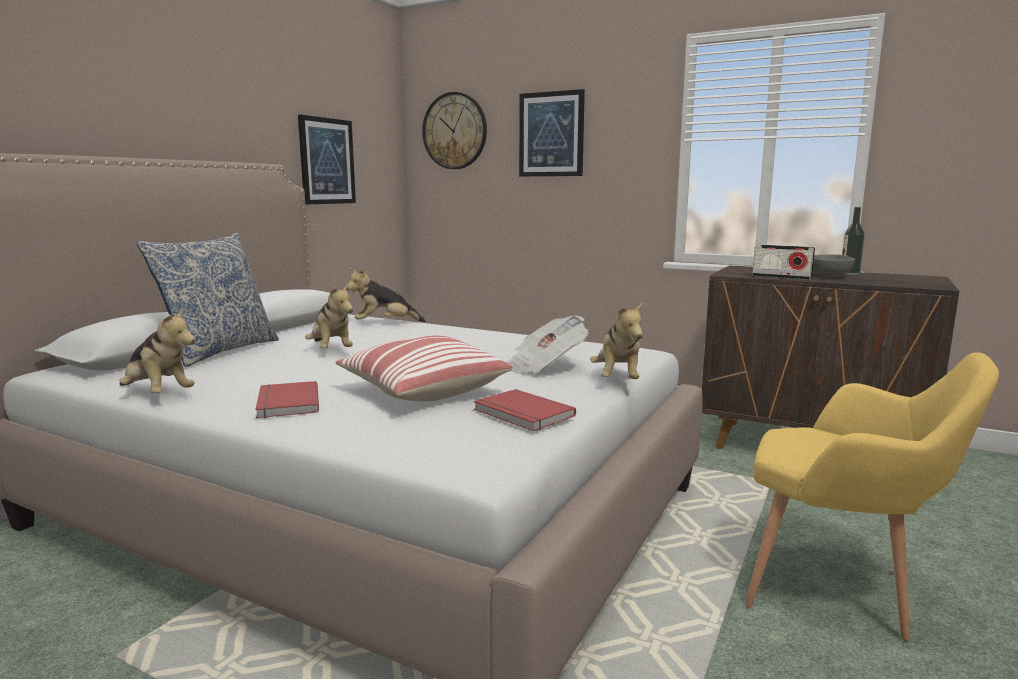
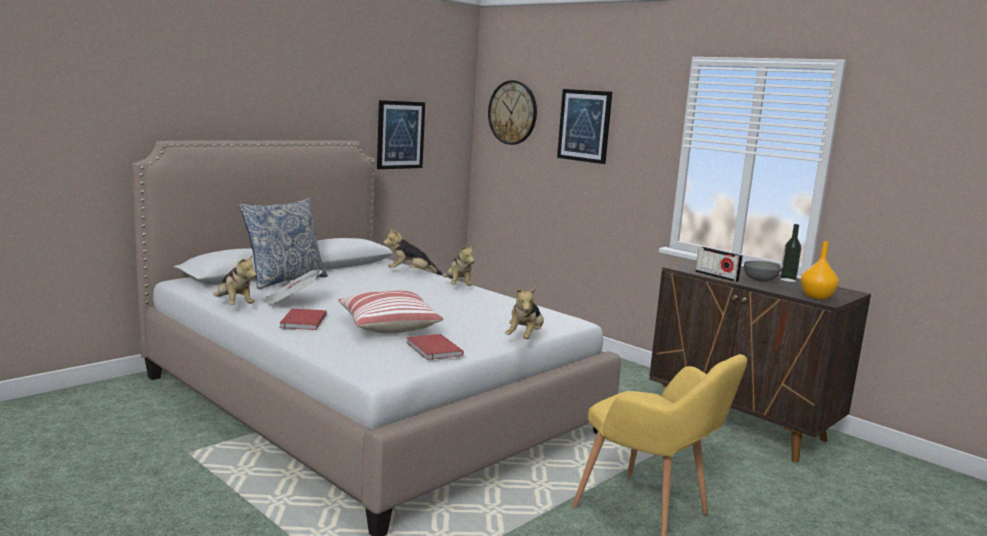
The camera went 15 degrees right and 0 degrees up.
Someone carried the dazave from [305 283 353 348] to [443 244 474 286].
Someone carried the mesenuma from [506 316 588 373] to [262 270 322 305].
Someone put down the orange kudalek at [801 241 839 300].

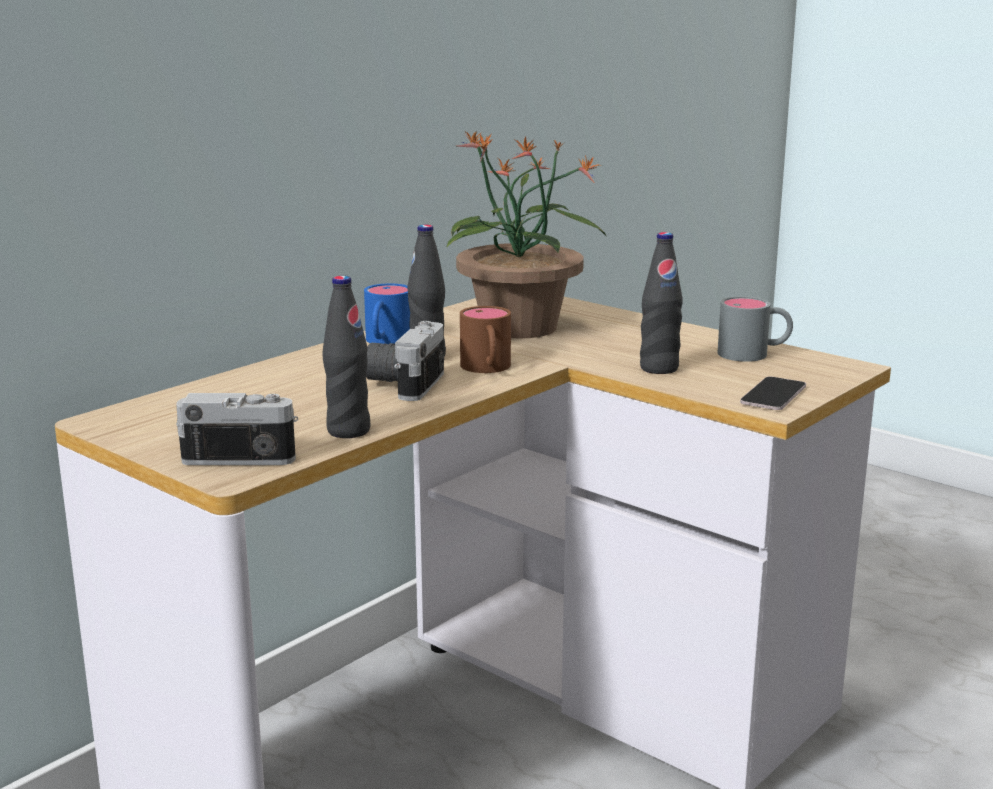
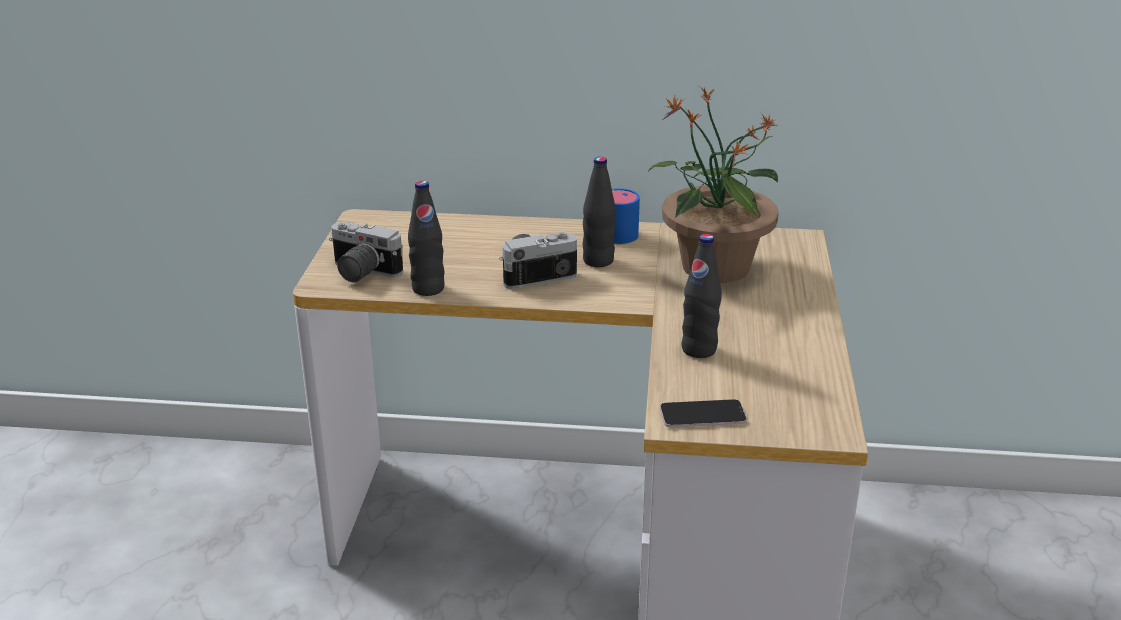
The camera went 55 degrees right and 10 degrees up.
Someone took away the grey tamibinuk at [718 296 793 362].
Someone took away the brown tamibinuk at [460 306 511 373].
Someone rotated the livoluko at [176 393 298 465] by 150 degrees clockwise.

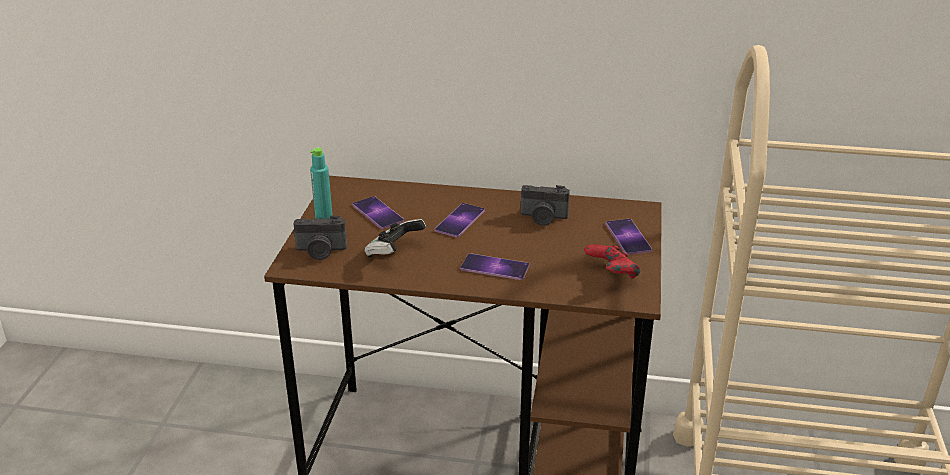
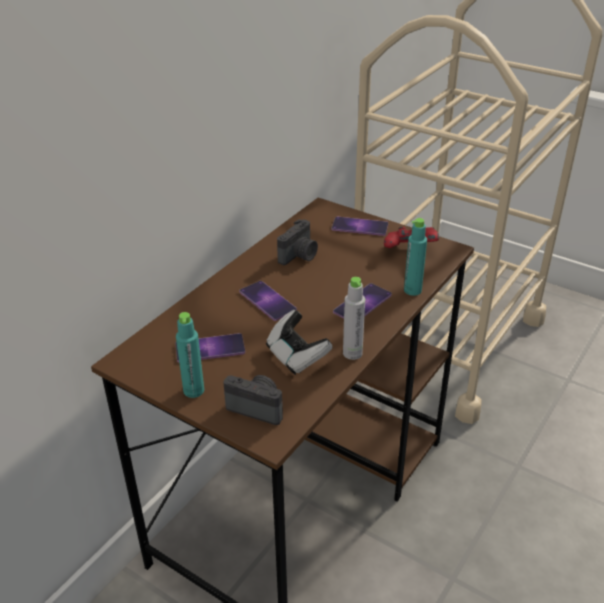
The camera went 65 degrees left and 5 degrees up.
Someone rotated the livoluko at [293 216 347 260] by 90 degrees counterclockwise.
Someone put down the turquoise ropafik at [404 218 427 296].
Someone put down the grey ropafik at [343 277 365 360].

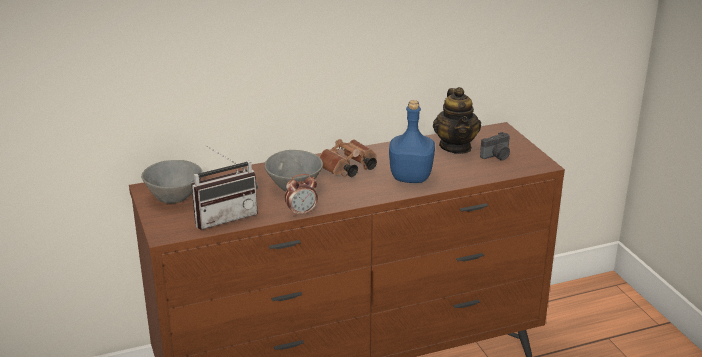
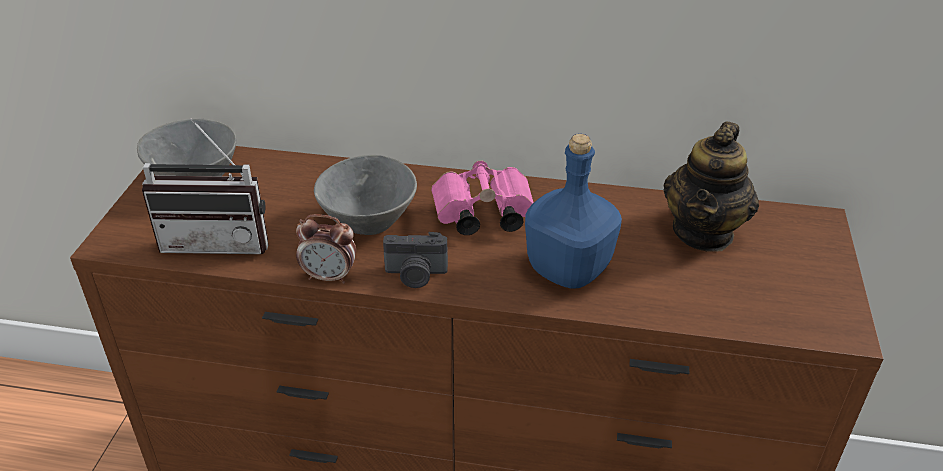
The camera went 30 degrees right and 10 degrees up.
Someone carried the livoluko from [480 132 510 161] to [383 232 448 288].
Someone repainted the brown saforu at [319 139 377 177], which became the pink saforu at [431 160 534 235].

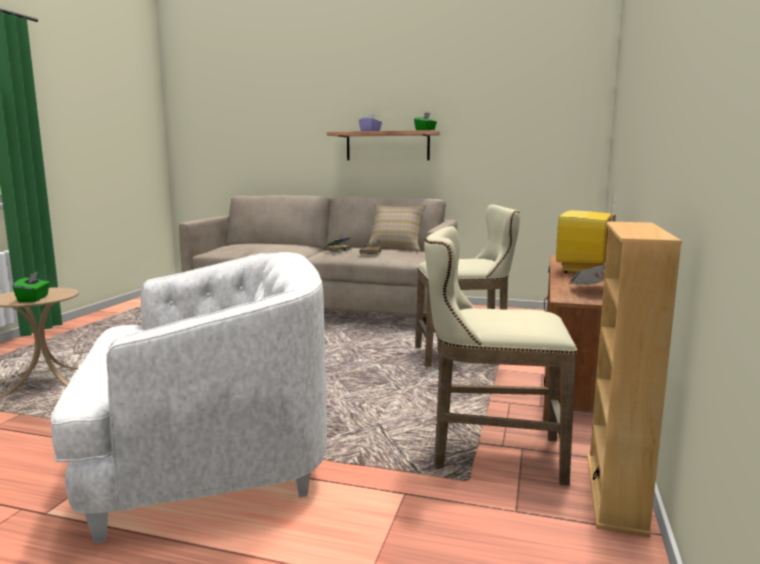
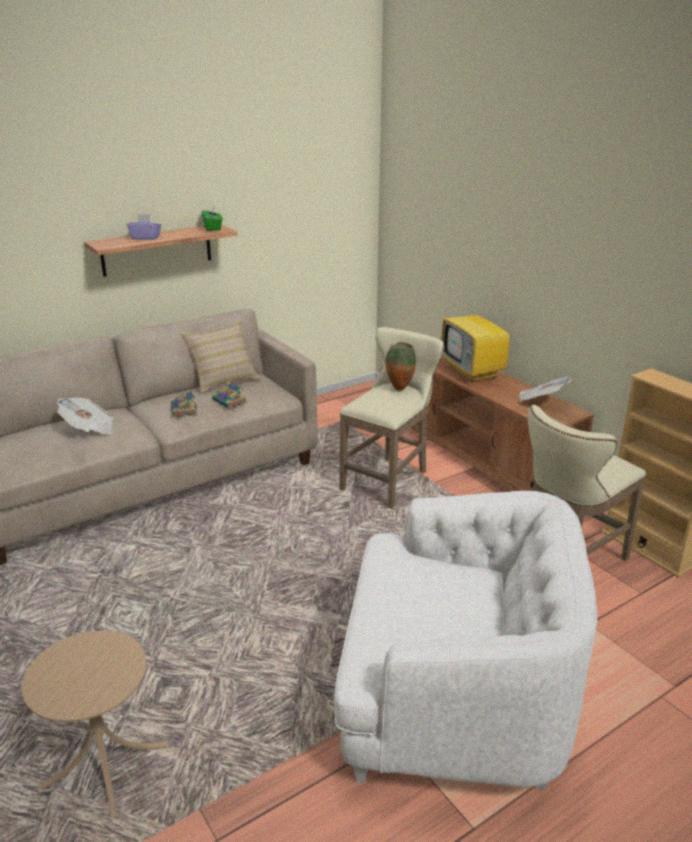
The camera went 50 degrees left and 15 degrees up.
Someone rotated the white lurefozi at [51 252 327 544] by 75 degrees clockwise.
Someone took away the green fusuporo at [12 272 50 302].
Someone put down the kudalek at [386 342 416 391].
Someone put down the mesenuma at [57 397 114 435].

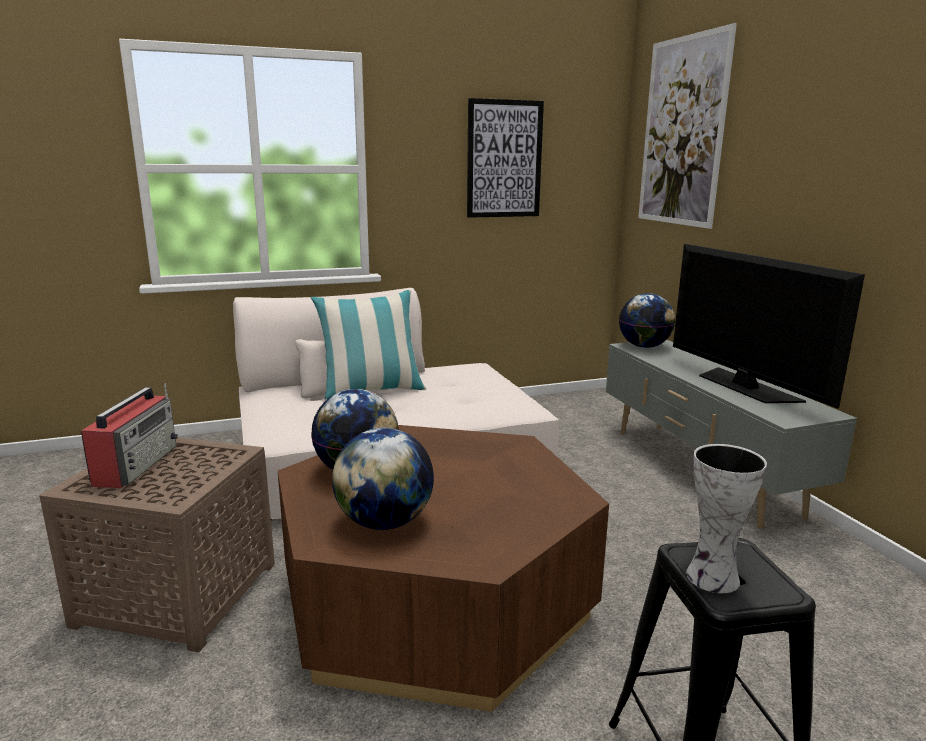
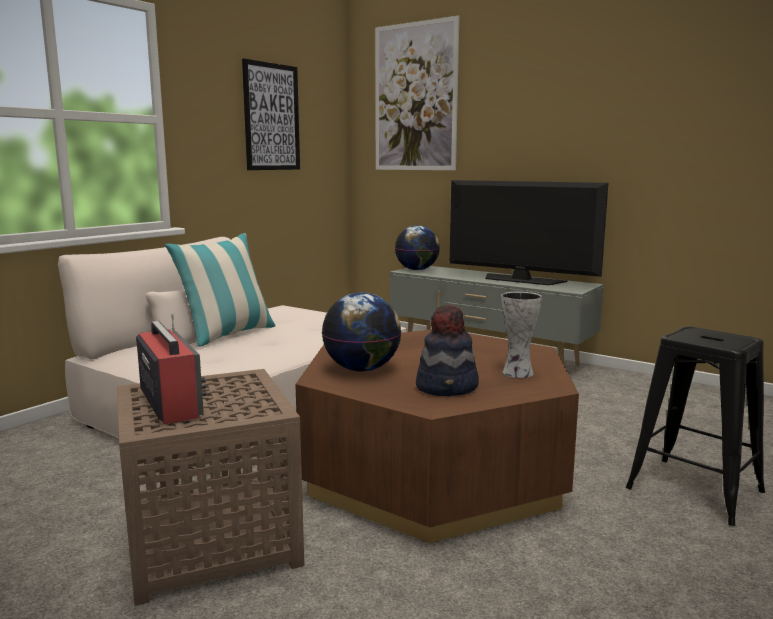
The camera went 35 degrees left and 5 degrees down.
Someone swapped the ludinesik at [332 428 434 530] for the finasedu at [416 305 479 396].
Someone carried the kudalek from [686 444 767 593] to [501 292 542 378].

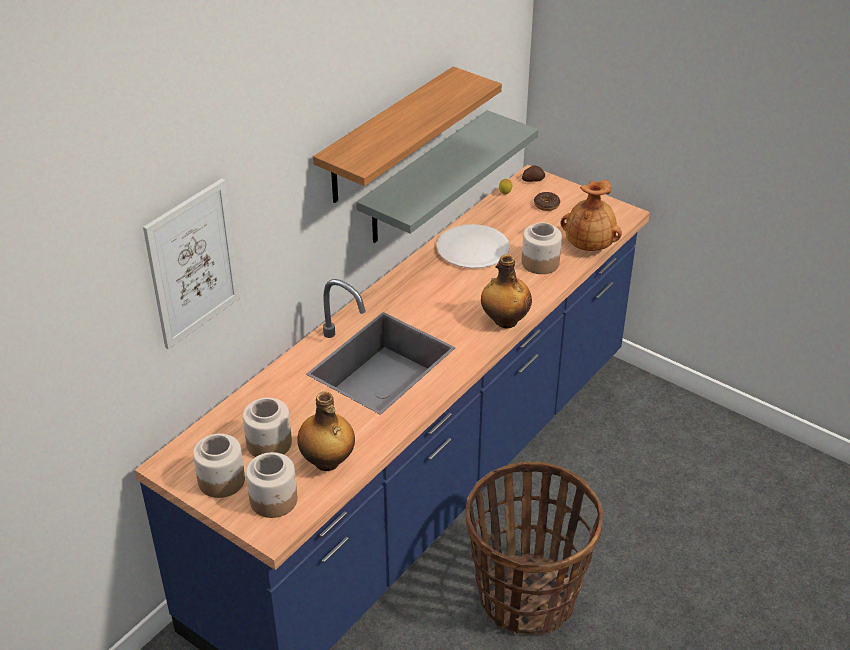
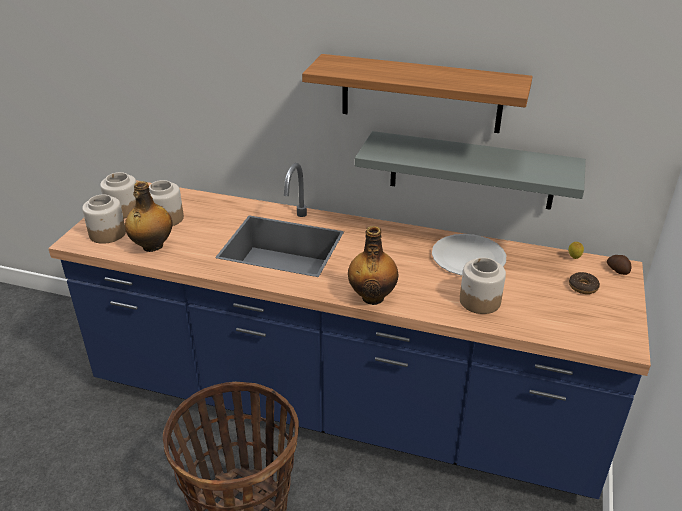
The camera went 70 degrees right and 5 degrees down.
Someone took away the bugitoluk at [143 179 240 349].
Someone took away the brown kudalek at [561 180 622 251].

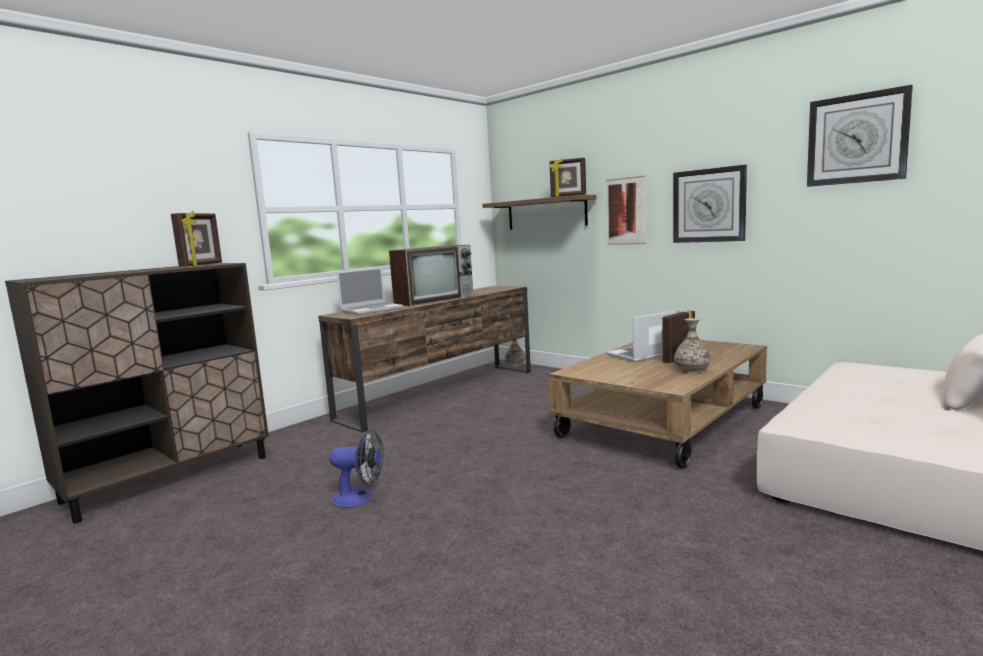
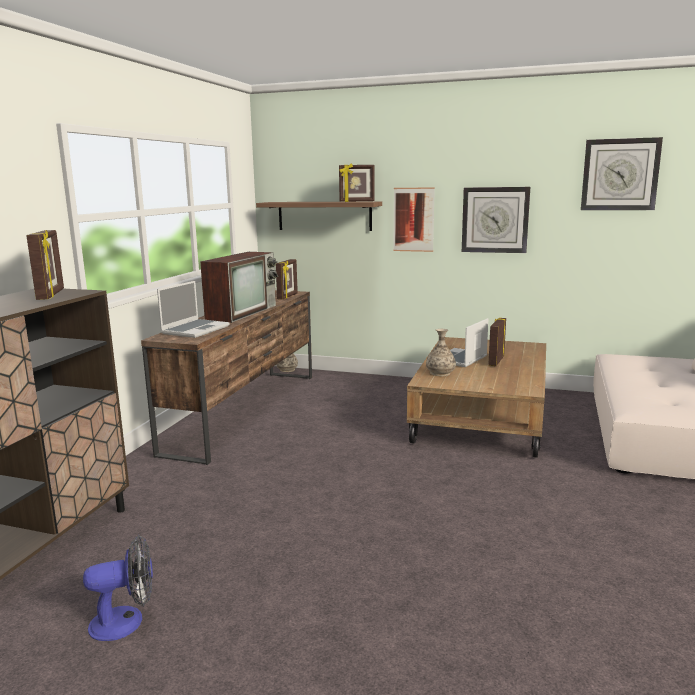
The camera went 25 degrees left and 5 degrees up.
Someone carried the kudalek from [674 318 710 373] to [426 329 456 376].
Someone carried the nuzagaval from [329 430 383 508] to [83 535 153 641].
Someone put down the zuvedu at [276 259 298 299].

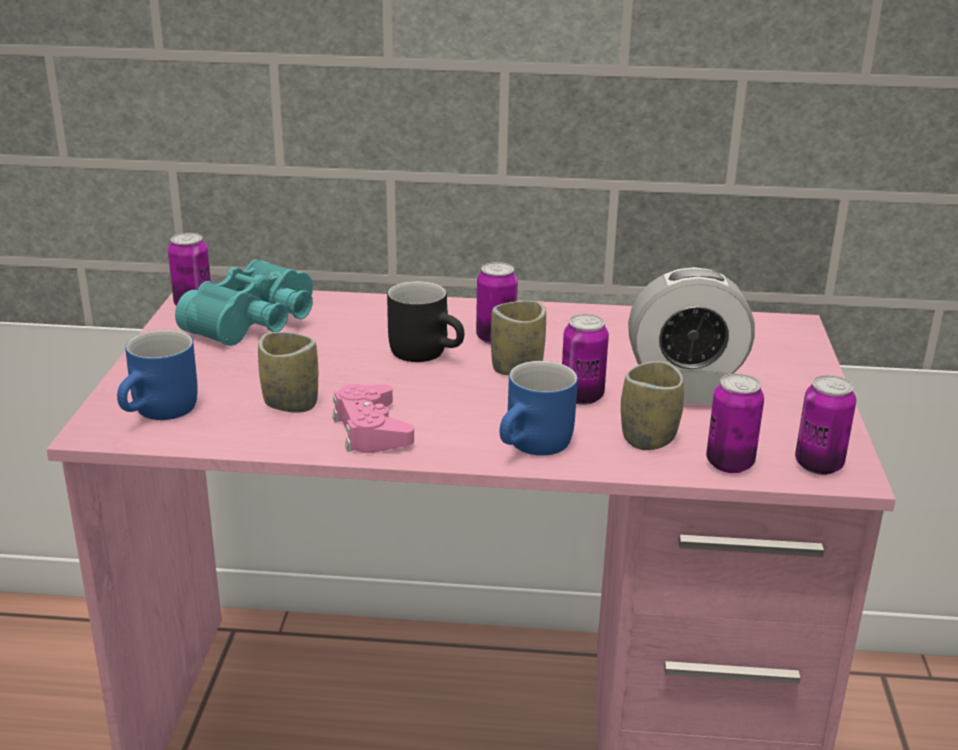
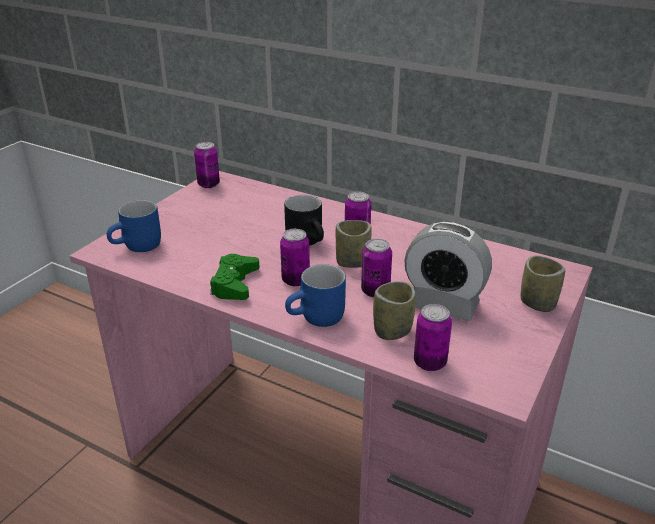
The camera went 25 degrees right and 5 degrees up.
Someone took away the turquoise saforu at [175 259 313 346].
Someone carried the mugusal from [258 332 318 413] to [521 255 565 312].
Someone carried the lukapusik from [795 375 856 475] to [280 229 310 287].
Someone repainted the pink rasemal at [333 384 414 453], which became the green rasemal at [210 254 259 300].

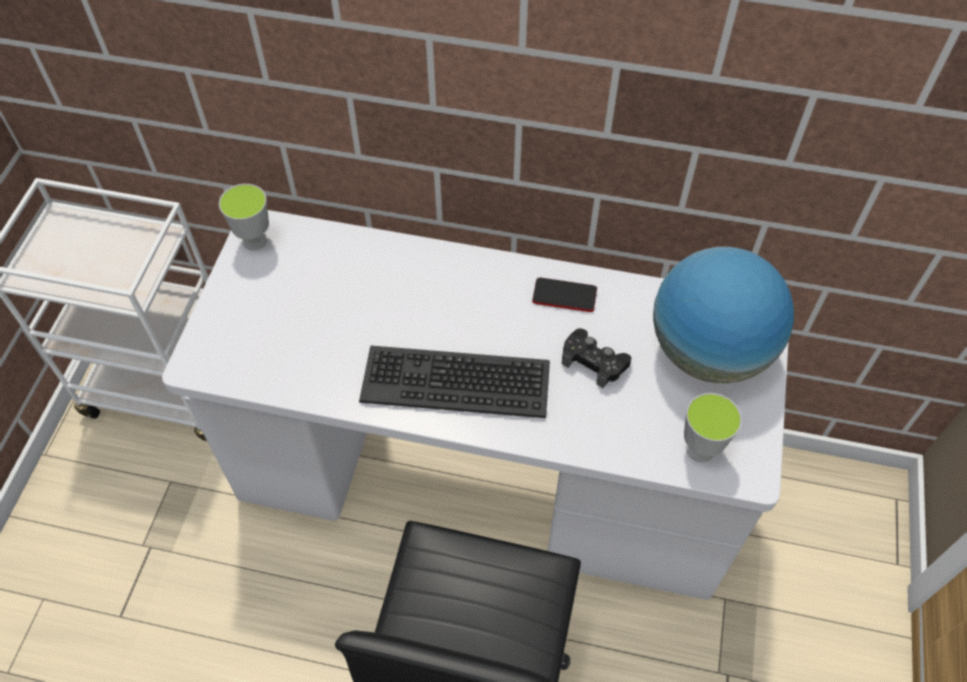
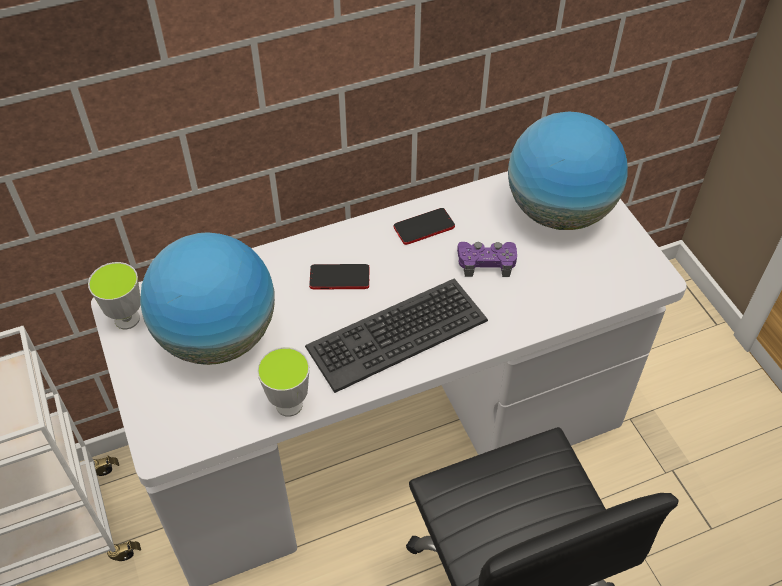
The camera went 35 degrees left and 5 degrees down.
Someone repainted the black rasemal at [562 328 631 388], which became the purple rasemal at [457 242 517 277].
Someone carried the mugusal from [684 393 742 462] to [257 347 310 417].
Someone put down the ludinesik at [140 232 275 365].
Someone put down the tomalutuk at [309 264 369 290].

